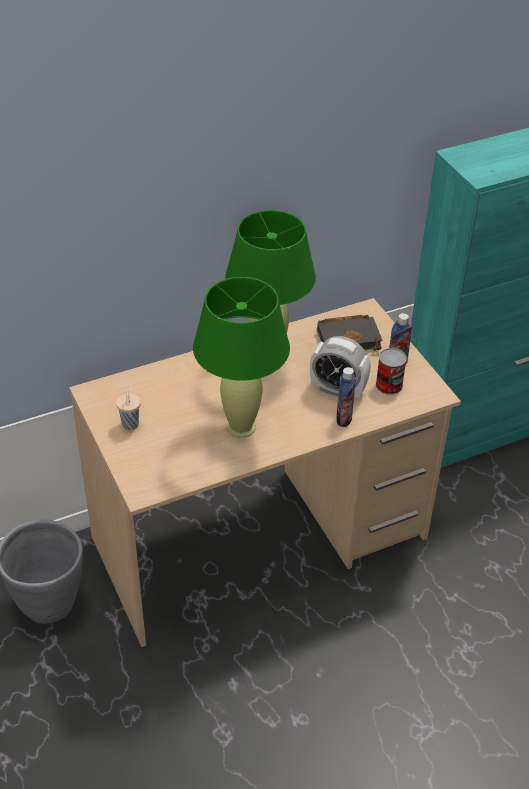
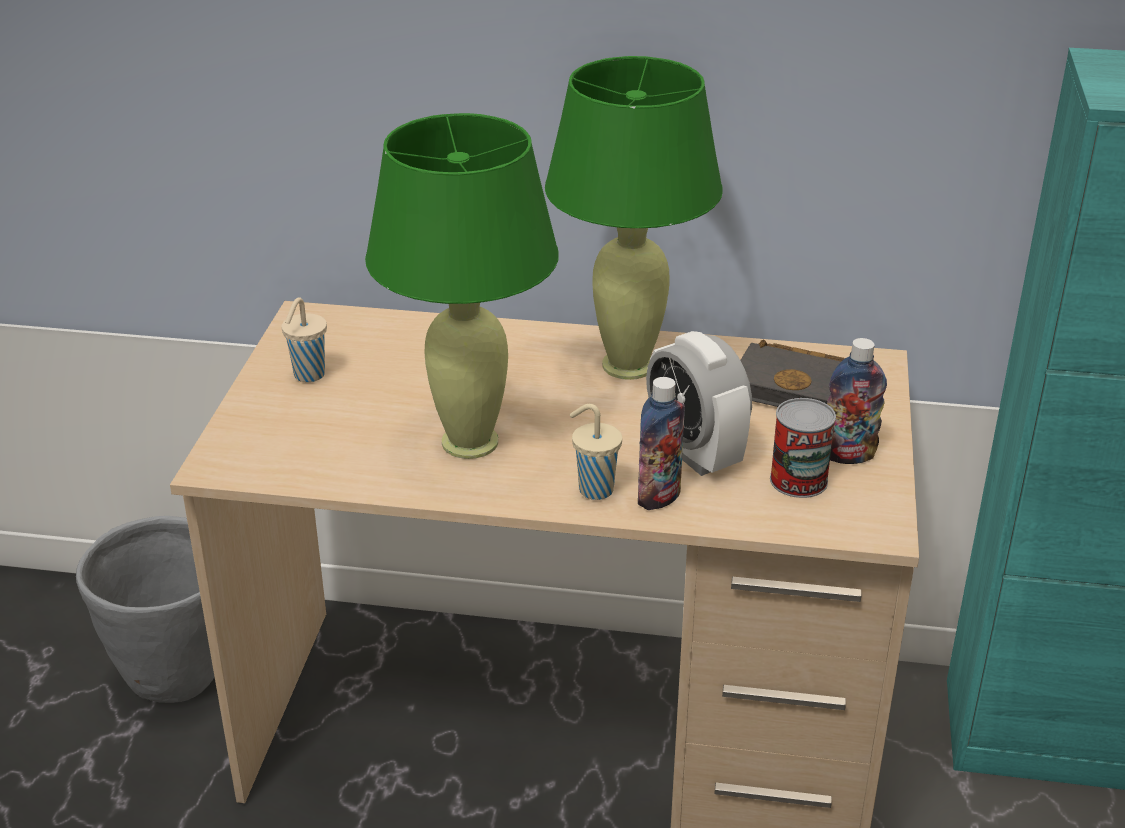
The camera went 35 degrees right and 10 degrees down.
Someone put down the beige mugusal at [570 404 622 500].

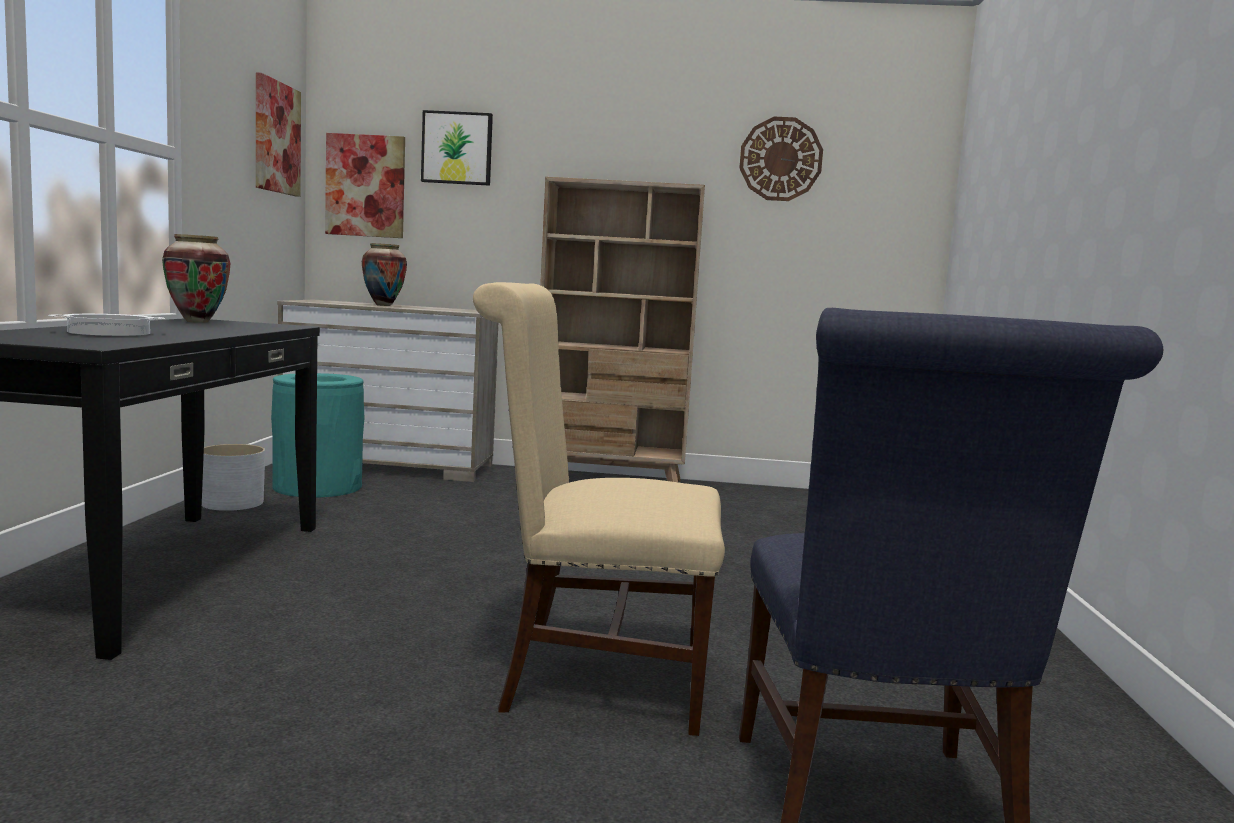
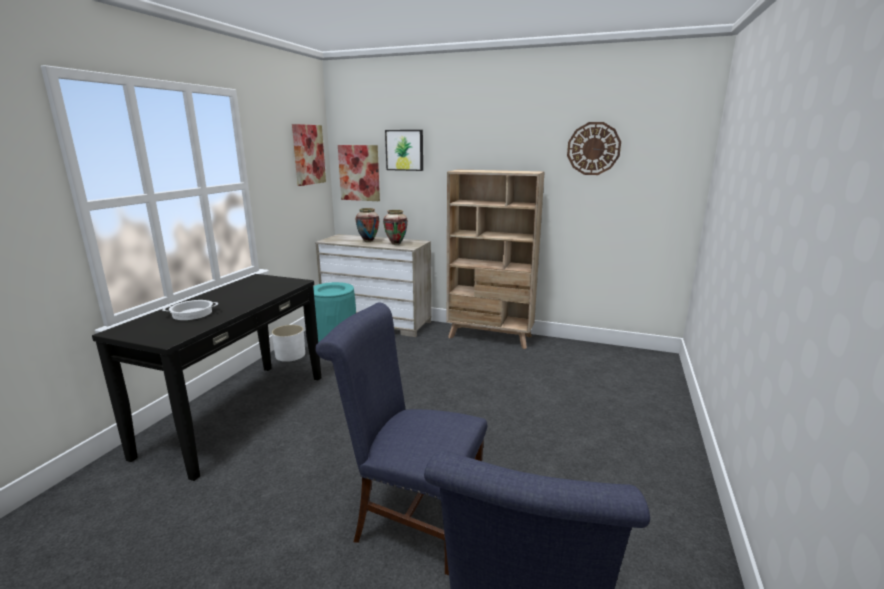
The camera went 15 degrees right and 10 degrees up.
Someone carried the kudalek from [162 234 230 323] to [383 210 408 245].
Someone repainted the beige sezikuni at [473 282 725 736], which became the blue sezikuni at [315 302 487 575].

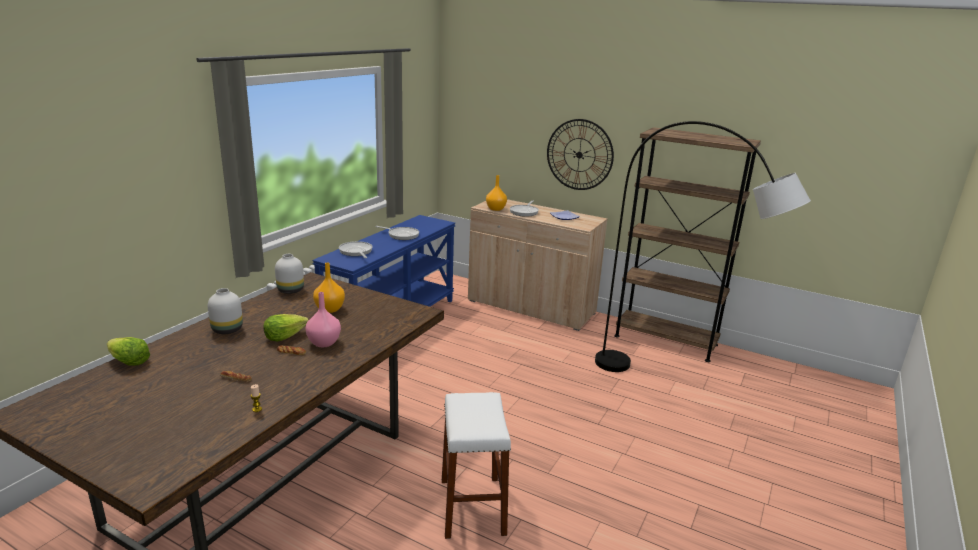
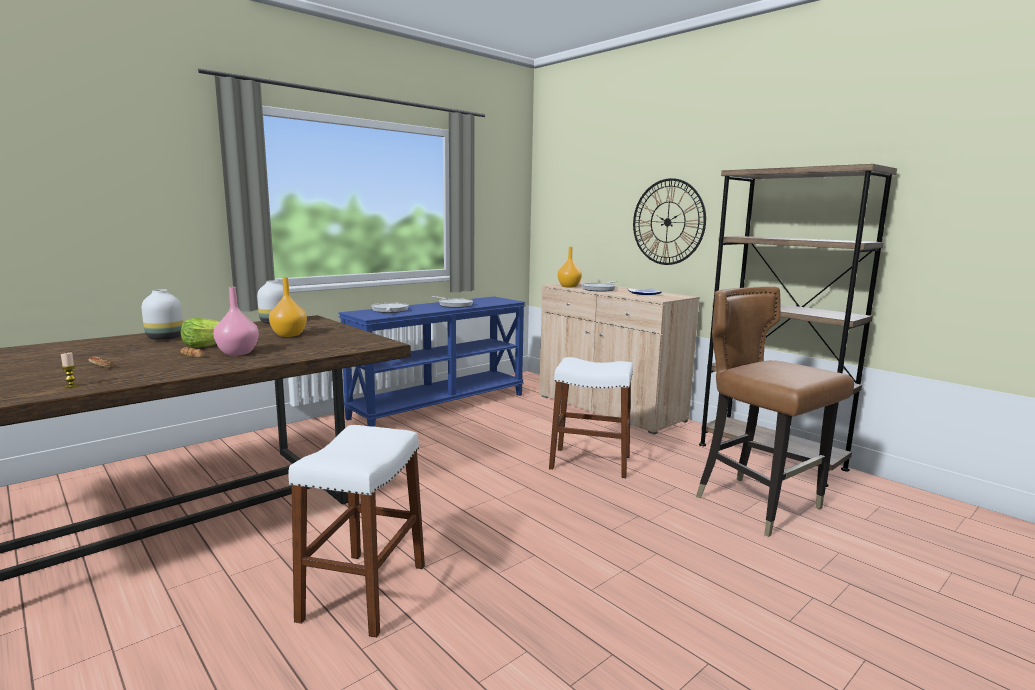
The camera went 20 degrees right and 10 degrees down.
Someone swapped the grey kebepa at [595 121 811 372] for the brown sezikuni at [696 286 854 537].
Someone took away the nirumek at [107 337 150 366].
Someone put down the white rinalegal at [549 357 633 479].

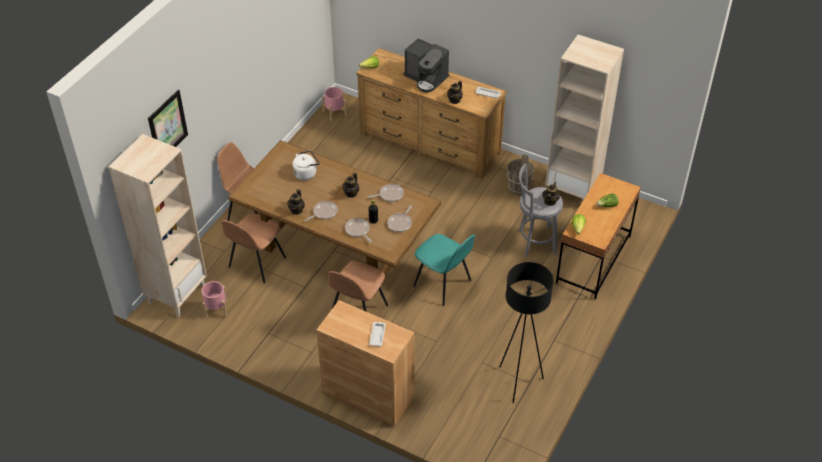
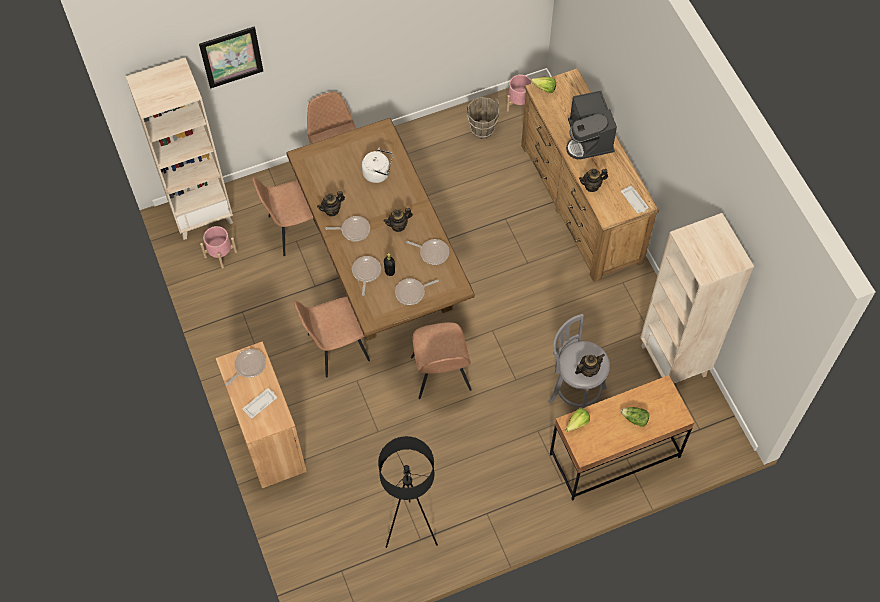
The camera went 40 degrees right and 15 degrees up.
Someone carried the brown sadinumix from [507 154 534 195] to [467 97 499 139].
Someone repainted the turquoise sezikuni at [413 234 475 306], which became the brown sezikuni at [411 322 472 399].
Someone put down the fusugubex at [226 349 266 386].

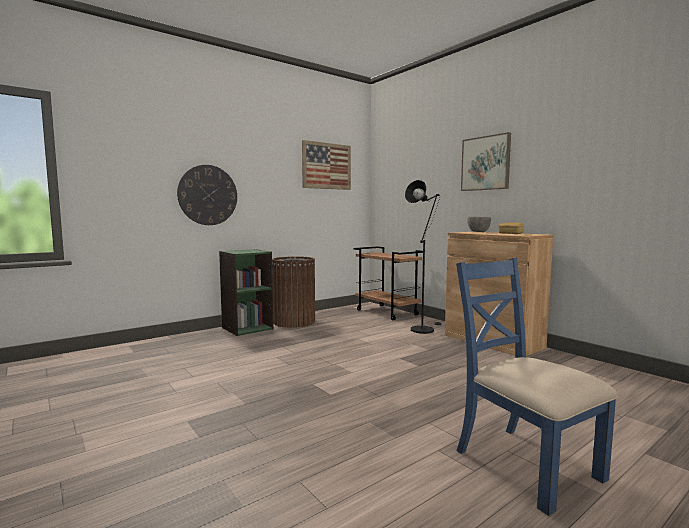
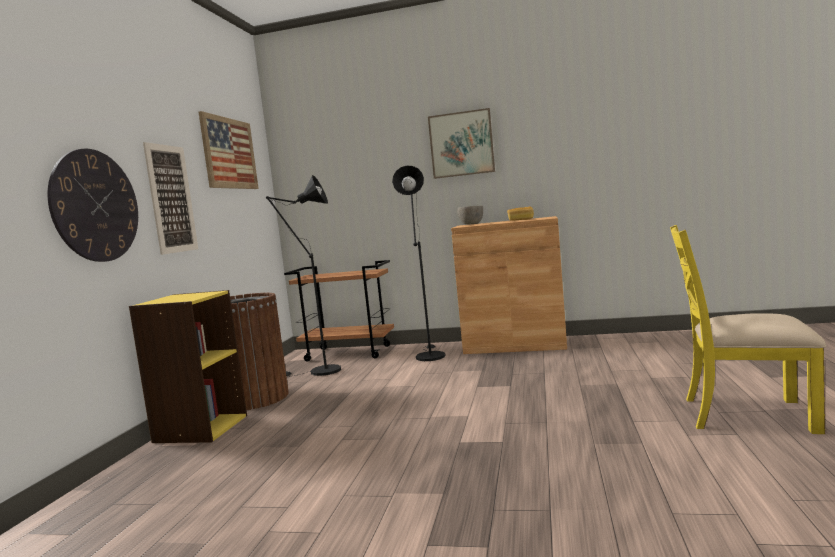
The camera went 40 degrees left and 0 degrees up.
Someone repainted the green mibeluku at [219 249 274 336], which became the yellow mibeluku at [129 290 247 443].
Someone repainted the blue sezikuni at [456 258 618 516], which became the yellow sezikuni at [670 225 826 434].
Someone put up the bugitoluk at [143 142 198 255].
Someone put down the black kebepa at [266 175 341 377].

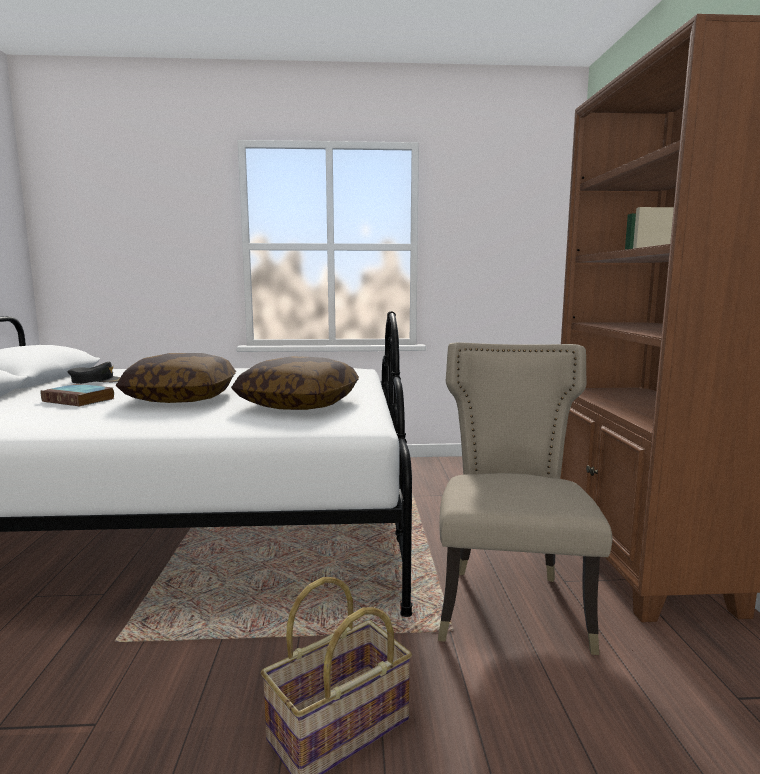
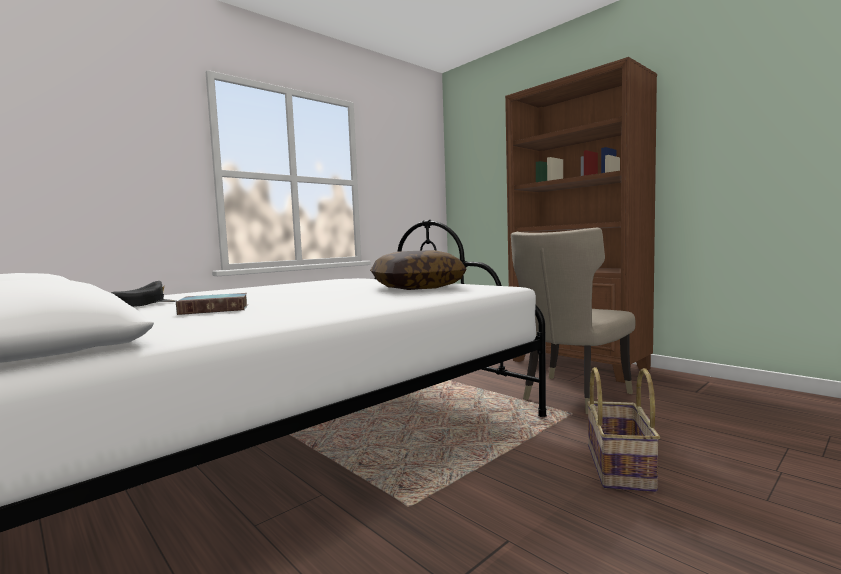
The camera went 40 degrees left and 5 degrees down.
Someone rotated the beige sezikuni at [438 342 612 655] by 105 degrees counterclockwise.
Someone took away the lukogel at [116 353 236 403].

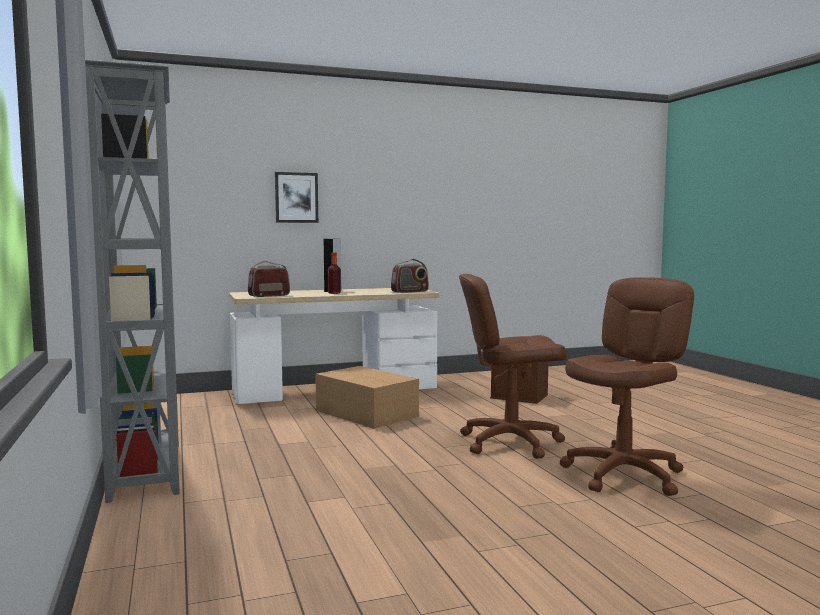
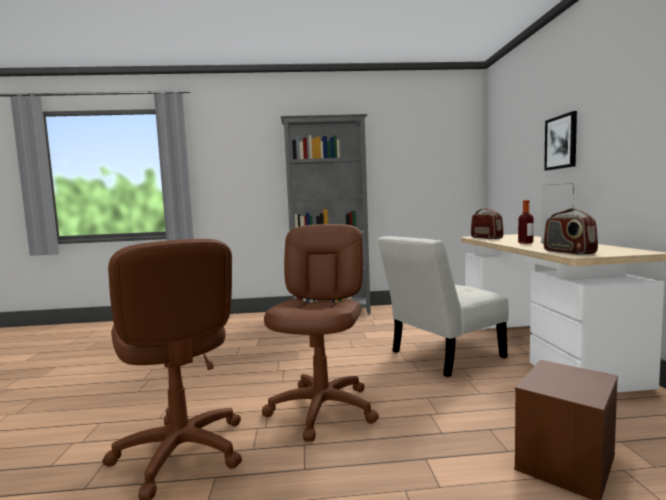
The camera went 105 degrees right and 0 degrees up.
Someone swapped the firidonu at [315 366 419 429] for the white sezikuni at [378 236 509 377].

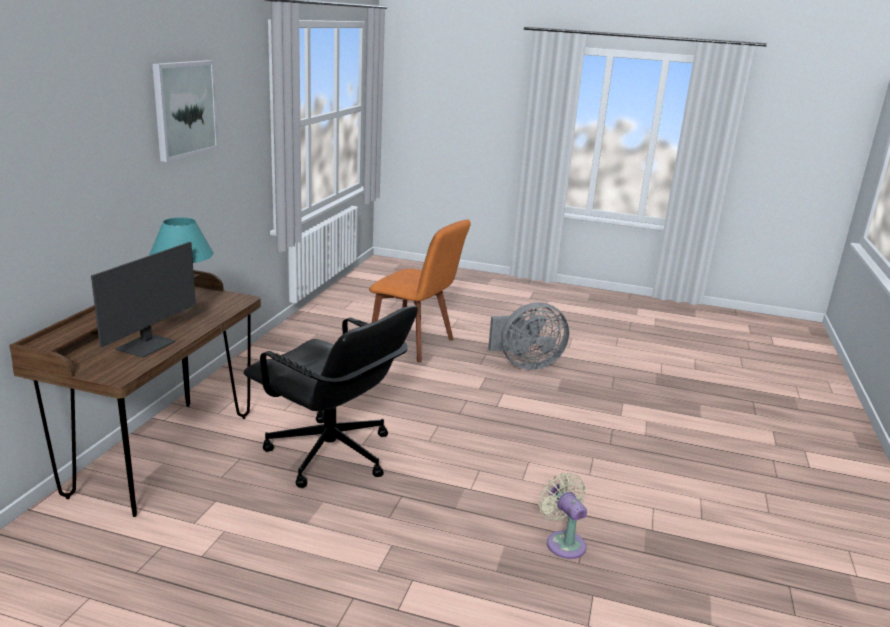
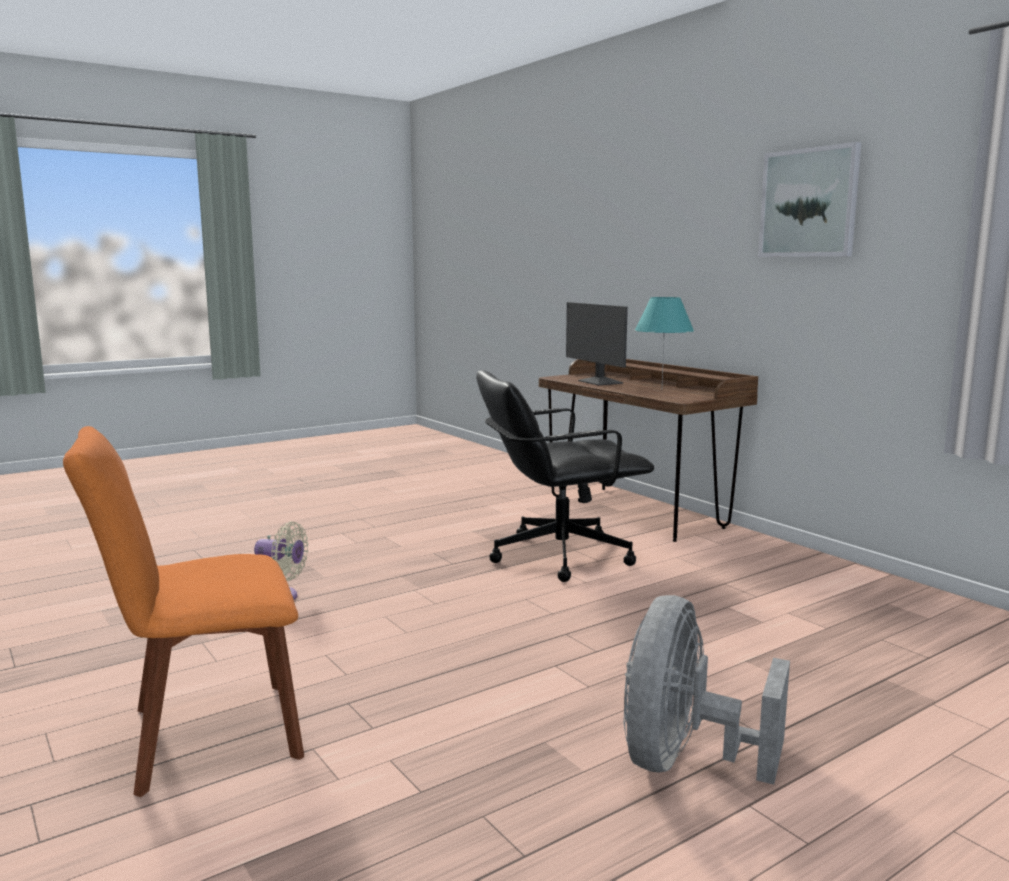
The camera went 130 degrees right and 10 degrees down.
Someone carried the orange sezikuni from [369 219 471 363] to [63 426 304 797].

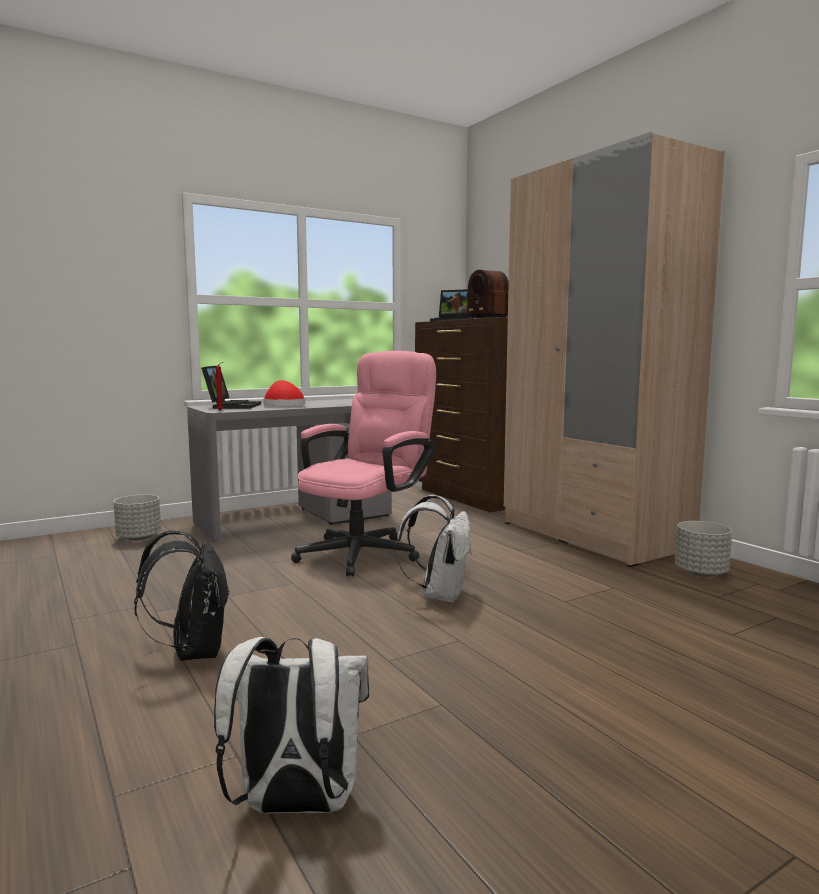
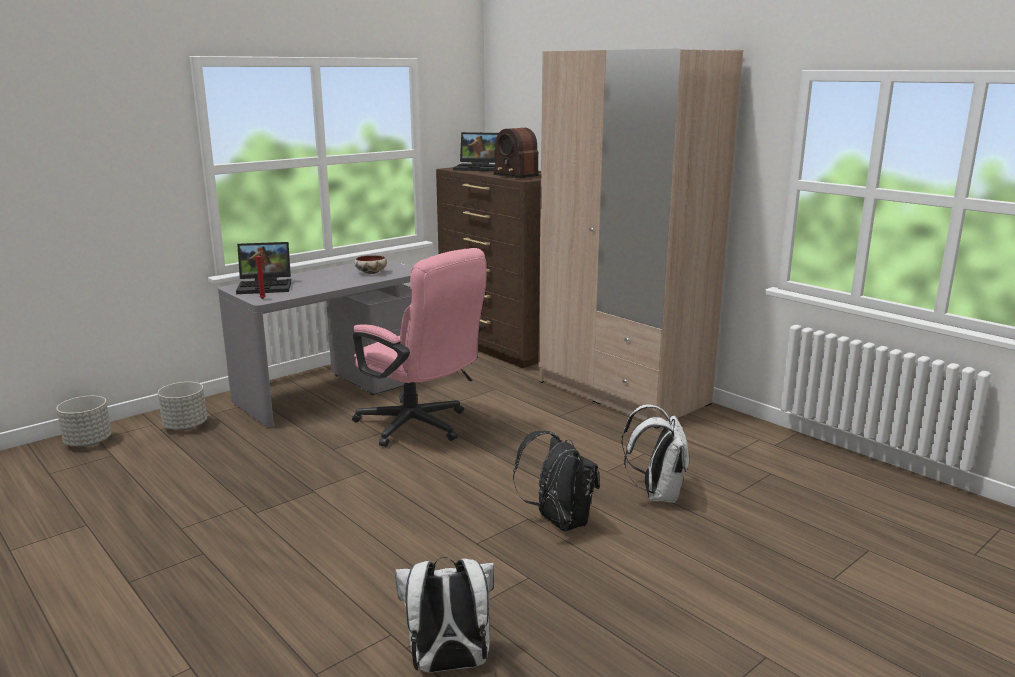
The camera went 10 degrees left and 10 degrees up.
Someone rotated the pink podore at [291 351 436 576] by 105 degrees clockwise.
Someone rotated the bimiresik at [201 365 261 409] by 90 degrees clockwise.
Someone took away the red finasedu at [263 380 305 406].
Someone carried the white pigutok from [395 495 471 603] to [621 404 689 503].
Someone carried the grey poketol from [675 521 732 577] to [56 396 112 447].
Someone carried the black pigutok from [134 530 230 661] to [513 431 600 531].
Someone put down the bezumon at [354 255 387 274].

